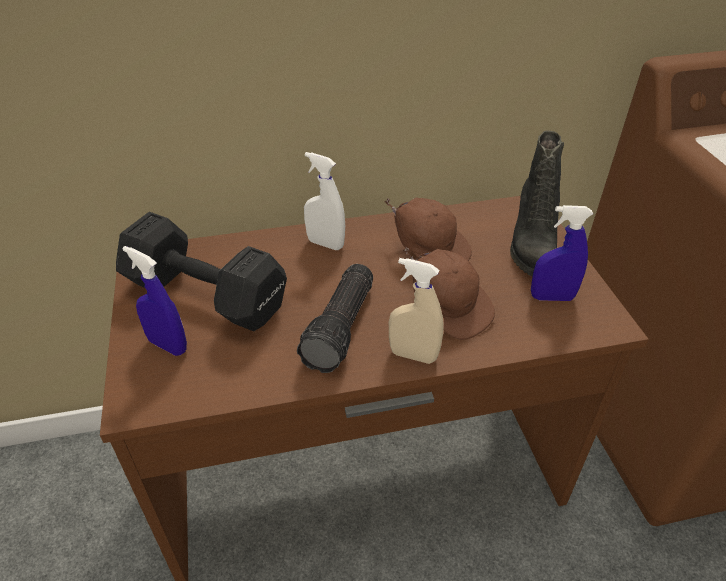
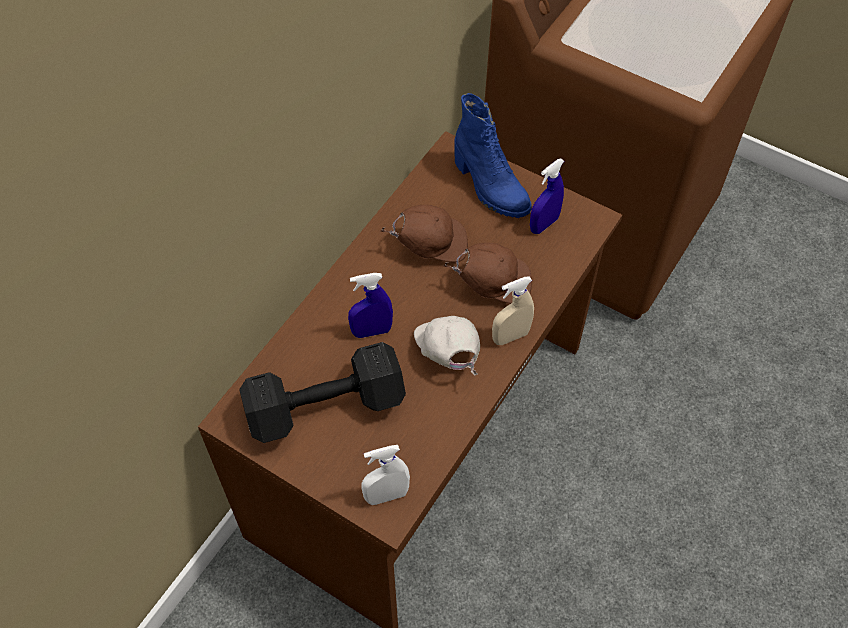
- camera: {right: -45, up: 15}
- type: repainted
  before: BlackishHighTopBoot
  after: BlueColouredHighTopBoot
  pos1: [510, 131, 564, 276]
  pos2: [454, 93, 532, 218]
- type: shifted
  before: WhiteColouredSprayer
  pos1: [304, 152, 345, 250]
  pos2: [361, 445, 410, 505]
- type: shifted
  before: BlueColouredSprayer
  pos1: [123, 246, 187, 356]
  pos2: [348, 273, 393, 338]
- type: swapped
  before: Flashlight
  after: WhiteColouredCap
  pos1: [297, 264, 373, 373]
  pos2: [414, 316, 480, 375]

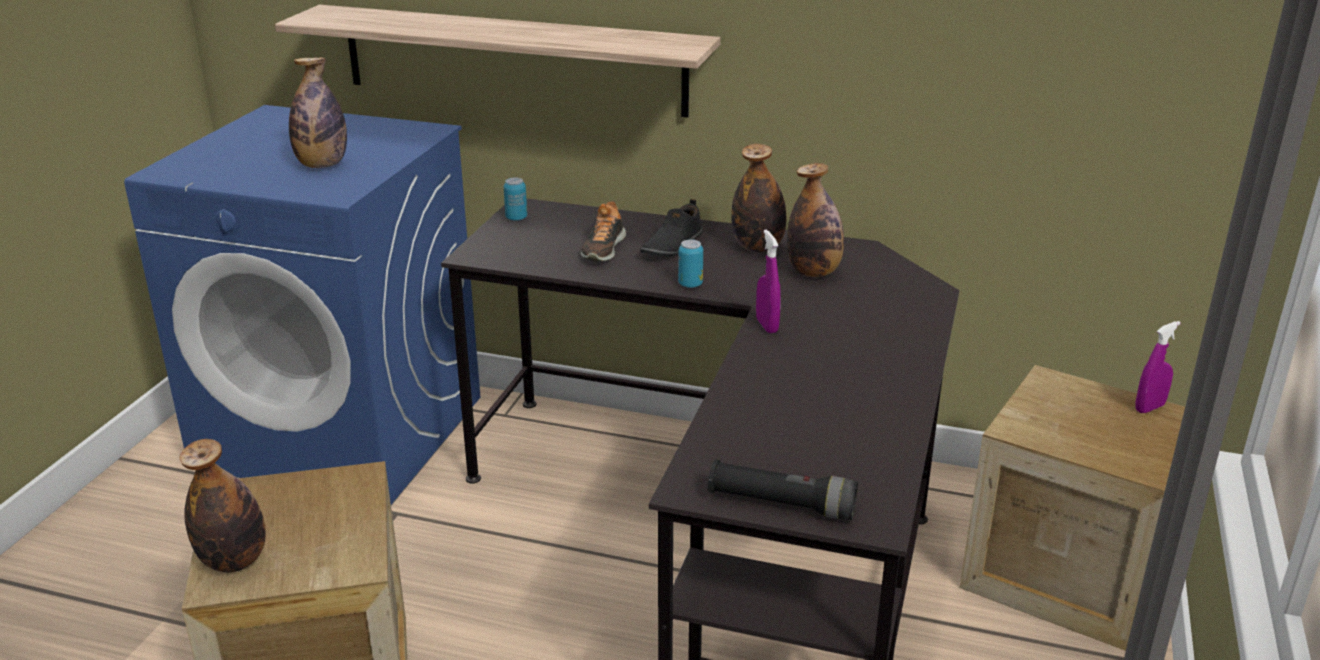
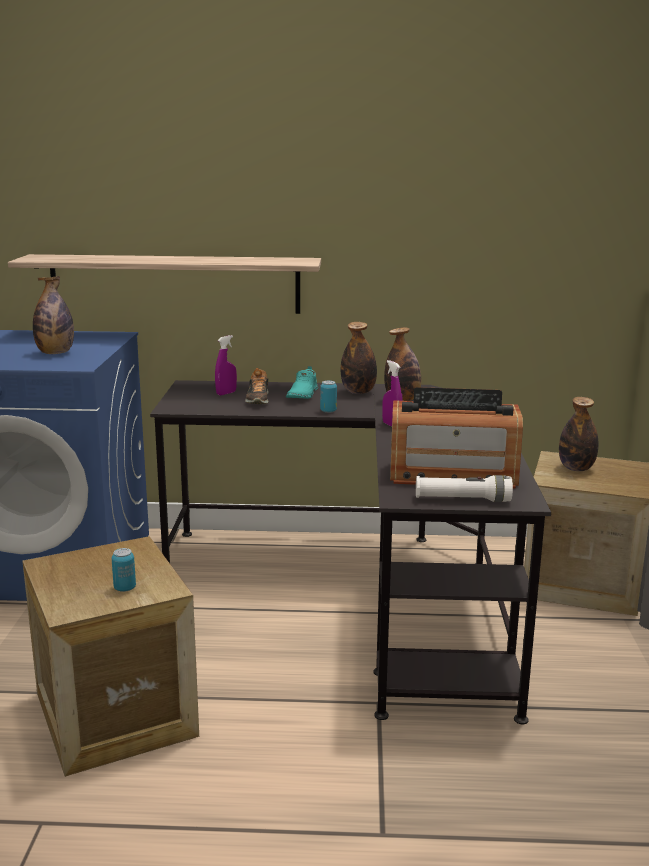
- camera: {right: -15, up: -10}
- type: shifted
  before: MetalCan
  pos1: [504, 178, 527, 221]
  pos2: [112, 548, 136, 592]
- type: repainted
  before: BlackishLowShoe
  after: TurquoiseLowShoe
  pos1: [640, 199, 703, 256]
  pos2: [286, 366, 318, 399]
- type: shifted
  before: PurpleColouredSprayer
  pos1: [1135, 321, 1181, 413]
  pos2: [215, 335, 237, 395]
- type: shifted
  before: Bottle
  pos1: [180, 439, 266, 572]
  pos2: [559, 397, 598, 471]
- type: repainted
  before: BlackishFlashlight
  after: WhiteColouredFlashlight
  pos1: [708, 459, 858, 520]
  pos2: [416, 475, 513, 502]
- type: new
  after: Radio
  pos2: [390, 387, 523, 489]

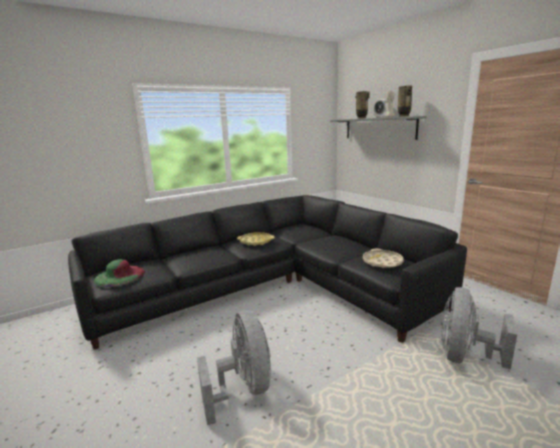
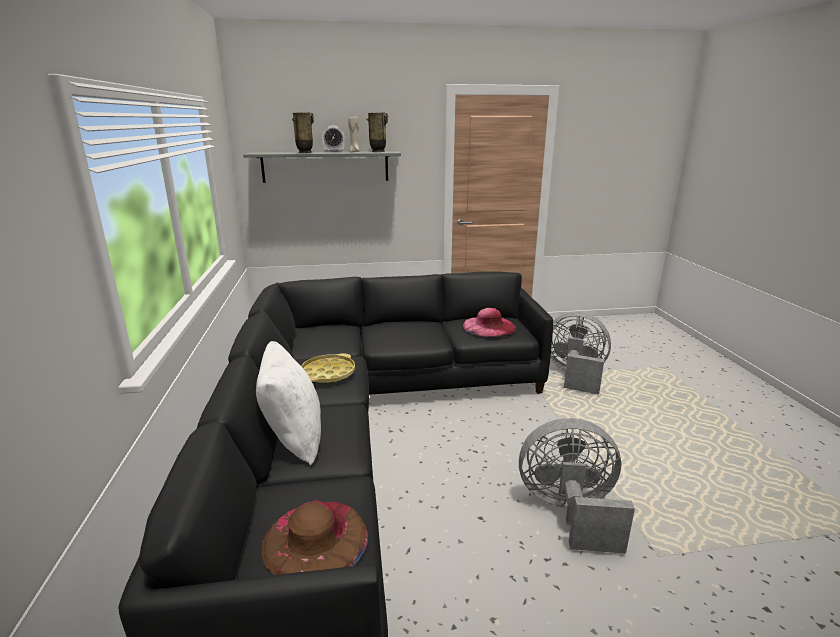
- camera: {right: -65, up: 5}
- type: swapped
  before: SandColouredCarryingTray
  after: PinkishClothingHat
  pos1: [363, 249, 404, 268]
  pos2: [463, 308, 516, 337]
- type: repainted
  before: GreenClothingHat
  after: BrownClothingHat
  pos1: [94, 259, 145, 287]
  pos2: [261, 501, 368, 575]
- type: rotated
  before: GrayElectricFan
  pos1: [441, 287, 517, 369]
  pos2: [550, 312, 611, 395]
  turn: 150
- type: new
  after: WhiteColouredPillow
  pos2: [256, 341, 321, 466]

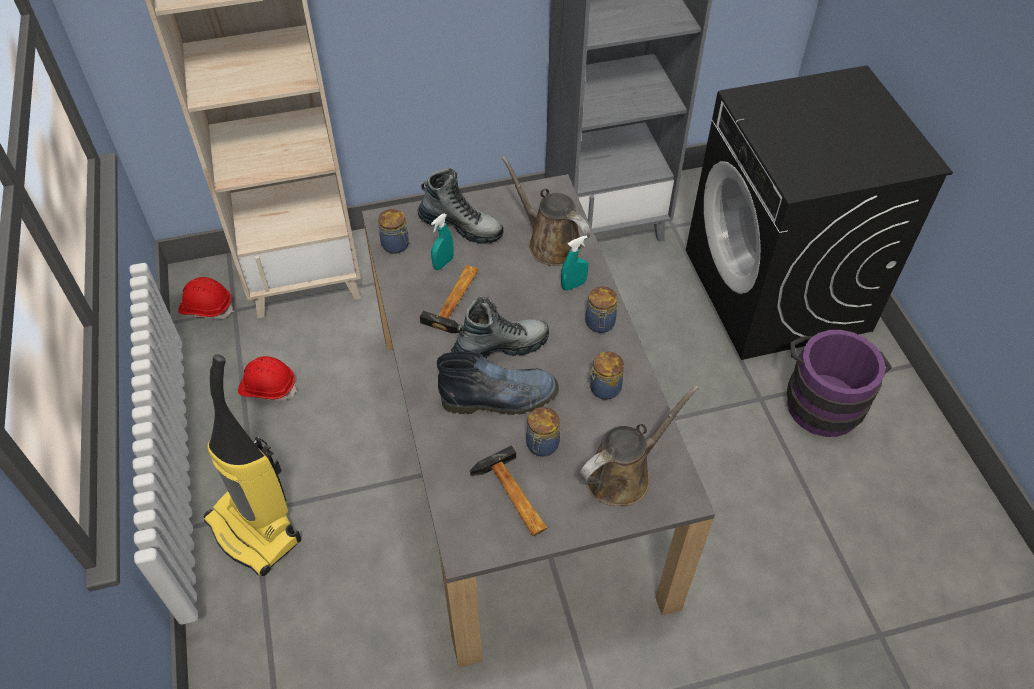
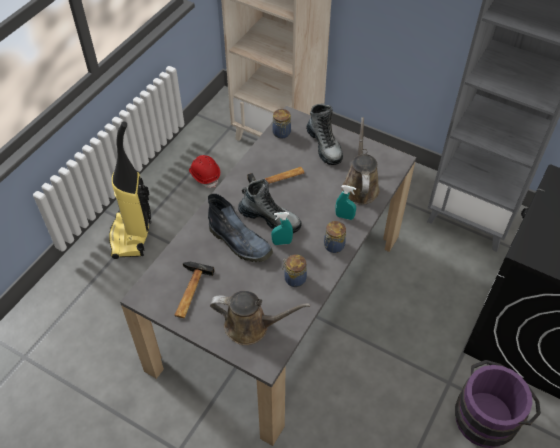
- camera: {right: 45, up: 0}
- type: shifted
  before: TurquoiseSprayer
  pos1: [431, 214, 454, 270]
  pos2: [271, 212, 293, 245]
- type: gone
  before: RedColouredHardHat
  pos1: [178, 277, 234, 319]
- type: gone
  before: StorageJar
  pos1: [526, 407, 560, 457]

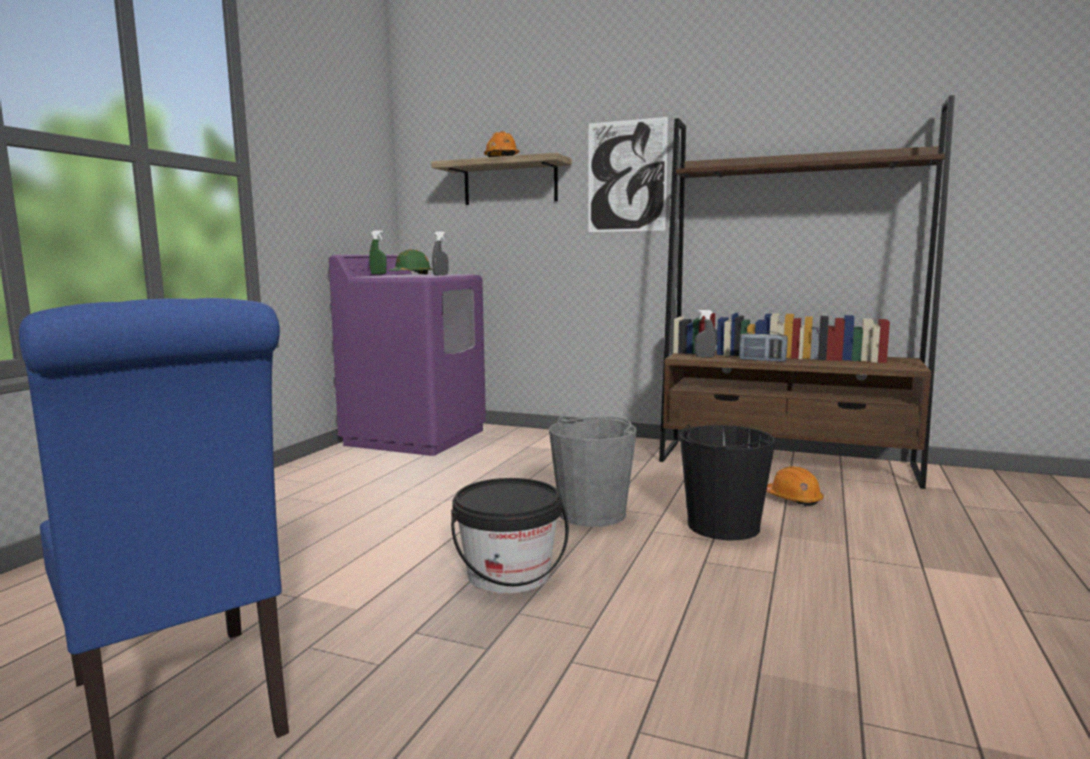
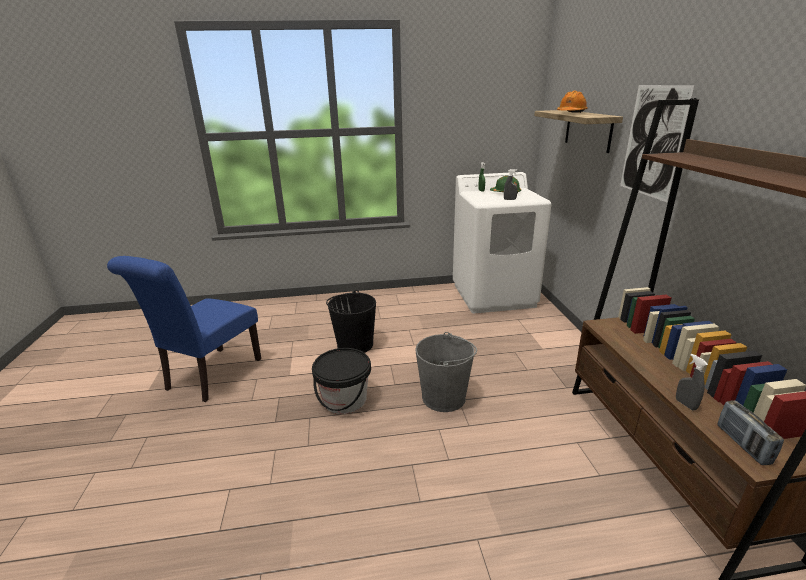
- camera: {right: 60, up: 15}
- type: repainted
  before: PurpleColouredLaundryMachine
  after: WhiteColouredLaundryMachine
  pos1: [329, 255, 486, 456]
  pos2: [453, 172, 551, 313]
- type: shifted
  before: GraySprayer
  pos1: [695, 310, 716, 357]
  pos2: [676, 354, 708, 411]
- type: shifted
  before: Radio
  pos1: [739, 331, 788, 362]
  pos2: [717, 400, 784, 465]
- type: shifted
  before: BlackishBucket
  pos1: [680, 424, 775, 540]
  pos2: [326, 290, 376, 353]
- type: gone
  before: OrangeyHardHat
  pos1: [766, 466, 824, 506]

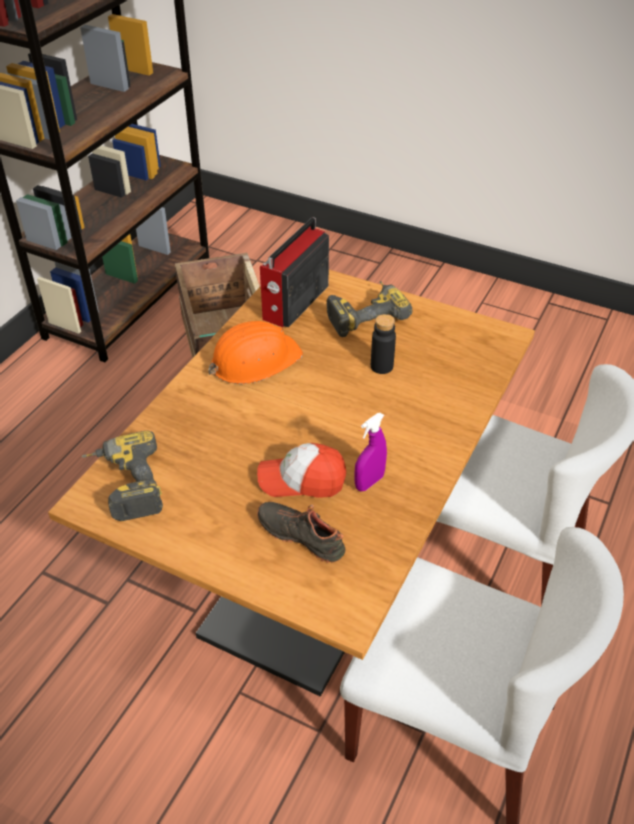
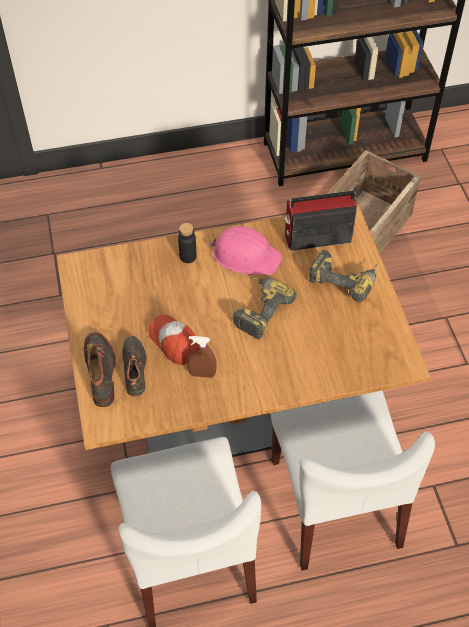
- camera: {right: 50, up: 10}
- type: shifted
  before: BlackishBottle
  pos1: [371, 314, 396, 374]
  pos2: [178, 223, 197, 263]
- type: repainted
  before: OrangeyHardHat
  after: PinkishHardHat
  pos1: [209, 321, 303, 384]
  pos2: [209, 226, 282, 275]
- type: repainted
  before: PurpleColouredSprayer
  after: BrownSprayer
  pos1: [354, 413, 387, 492]
  pos2: [187, 336, 217, 378]
- type: shifted
  before: PowerDrill
  pos1: [81, 431, 163, 521]
  pos2: [233, 276, 297, 339]
- type: new
  after: HighTopBoot
  pos2: [83, 332, 115, 407]

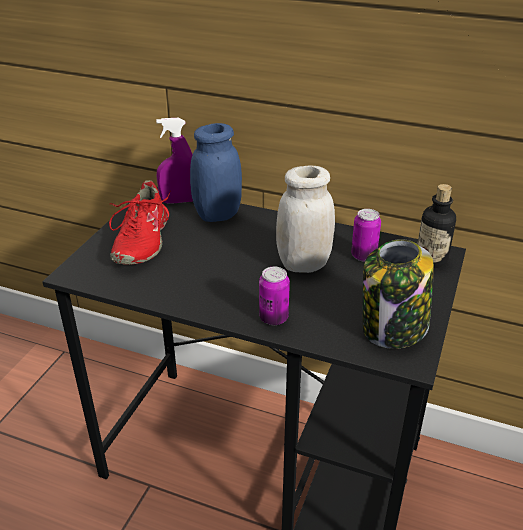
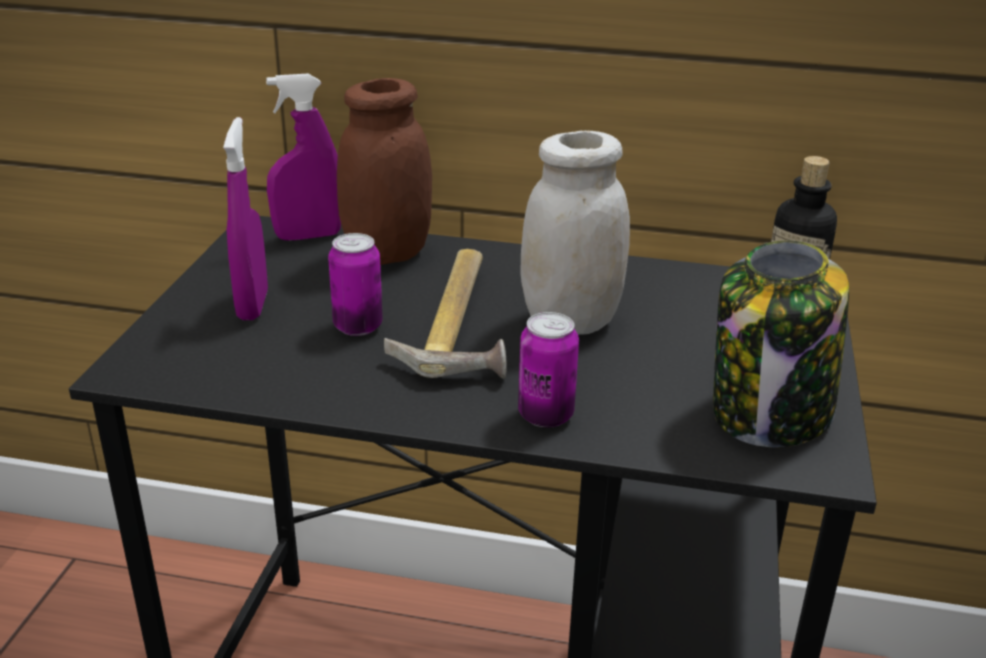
- camera: {right: -10, up: -5}
- type: repainted
  before: BlueColouredStorageJar
  after: BrownStorageJar
  pos1: [190, 123, 242, 222]
  pos2: [337, 78, 432, 265]
- type: swapped
  before: RedColouredLowShoe
  after: PurpleColouredSprayer
  pos1: [109, 180, 171, 265]
  pos2: [223, 117, 268, 320]
- type: shifted
  before: MetalCan
  pos1: [351, 209, 381, 262]
  pos2: [328, 233, 383, 336]
- type: new
  after: ToolHammer
  pos2: [384, 249, 507, 379]

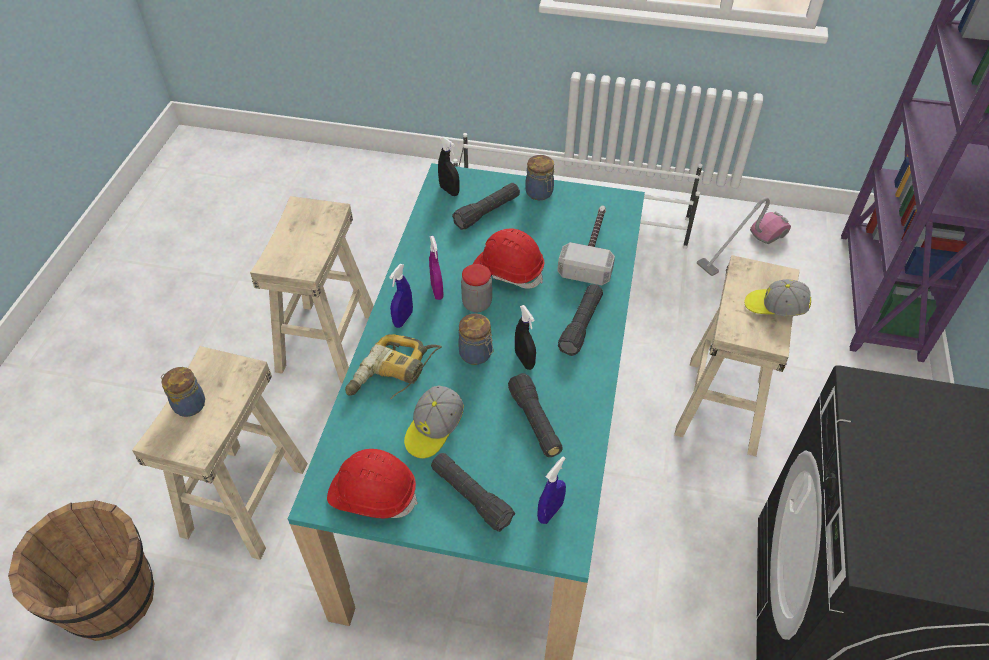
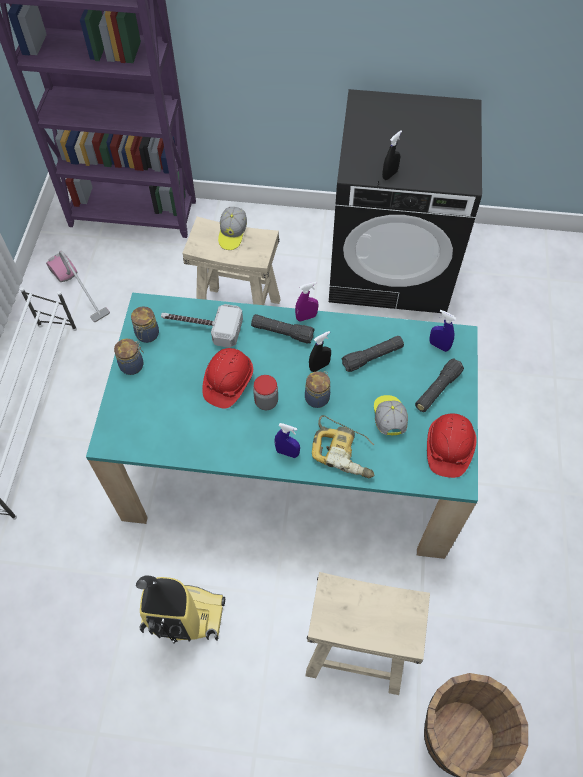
- camera: {right: -95, up: 10}
- type: shifted
  before: BlackishSprayer
  pos1: [438, 137, 459, 196]
  pos2: [382, 130, 402, 180]
- type: gone
  before: BlackishFlashlight
  pos1: [452, 183, 520, 230]
- type: swapped
  before: SandColouredSittingStool
  after: VacuumCleaner
  pos1: [250, 196, 374, 383]
  pos2: [136, 576, 225, 644]
- type: shifted
  before: PurpleColouredSprayer
  pos1: [429, 236, 444, 300]
  pos2: [295, 282, 318, 321]
- type: shifted
  before: StorageJar
  pos1: [160, 367, 205, 417]
  pos2: [131, 306, 159, 343]
- type: rotated
  before: Cap
  pos1: [404, 386, 464, 459]
  pos2: [374, 395, 408, 435]
  turn: -120

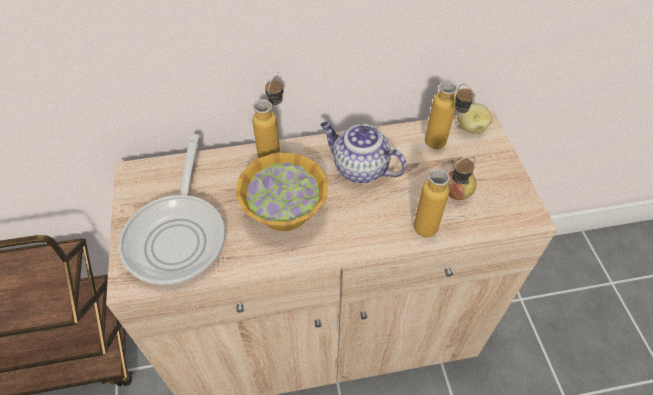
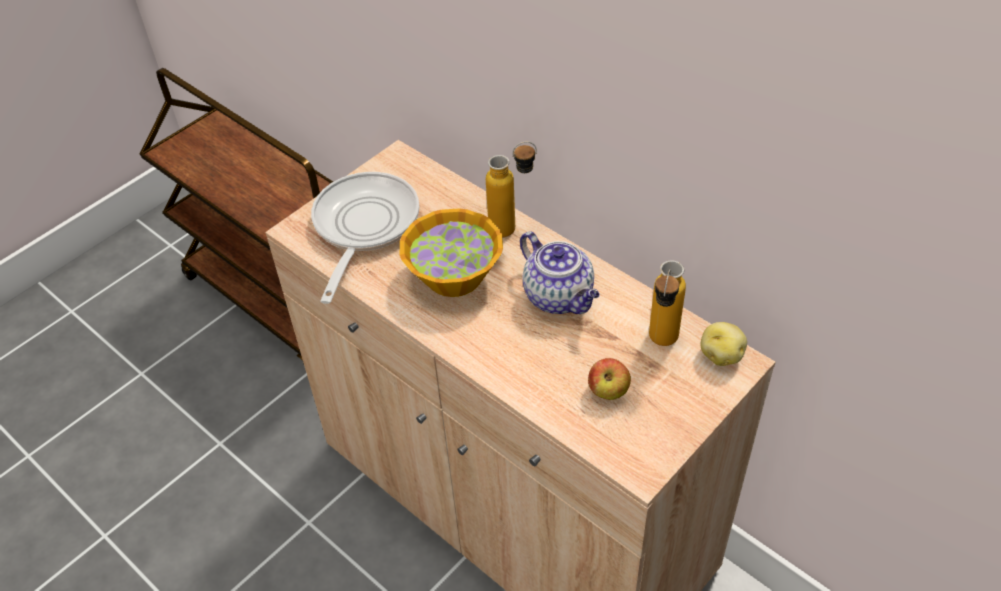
- camera: {right: 55, up: -5}
- type: rotated
  before: TeaPot
  pos1: [320, 122, 407, 184]
  pos2: [520, 231, 600, 314]
  turn: 150
- type: rotated
  before: Pan
  pos1: [119, 134, 225, 285]
  pos2: [311, 172, 419, 304]
  turn: 135
- type: gone
  before: Bottle
  pos1: [414, 156, 476, 237]

